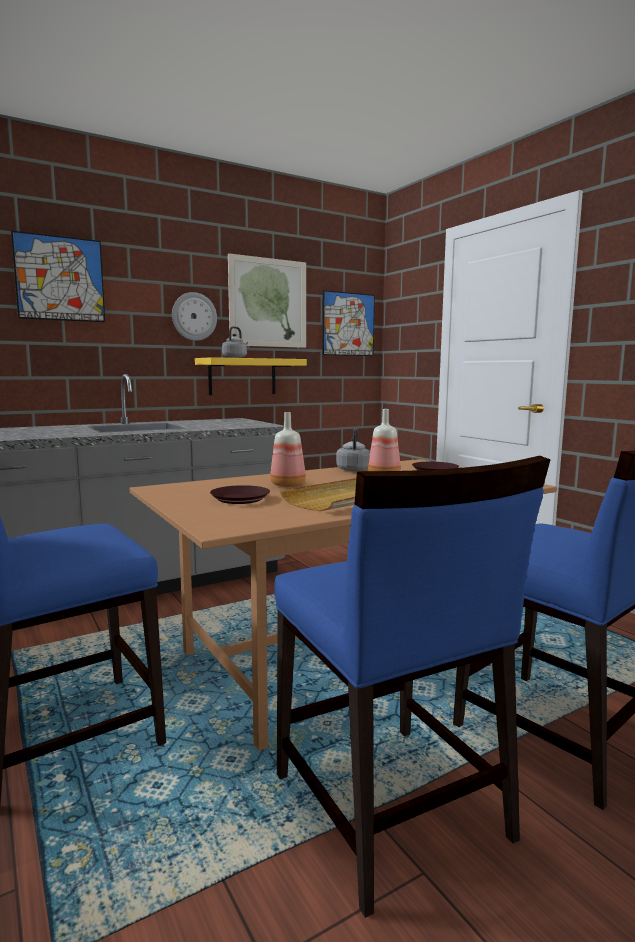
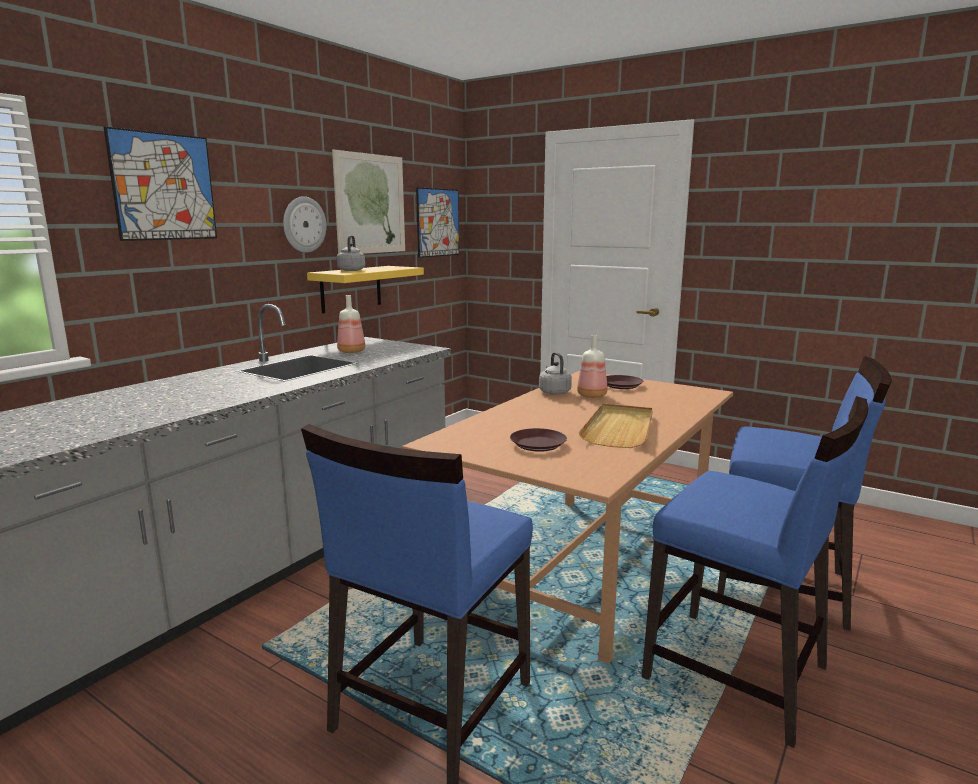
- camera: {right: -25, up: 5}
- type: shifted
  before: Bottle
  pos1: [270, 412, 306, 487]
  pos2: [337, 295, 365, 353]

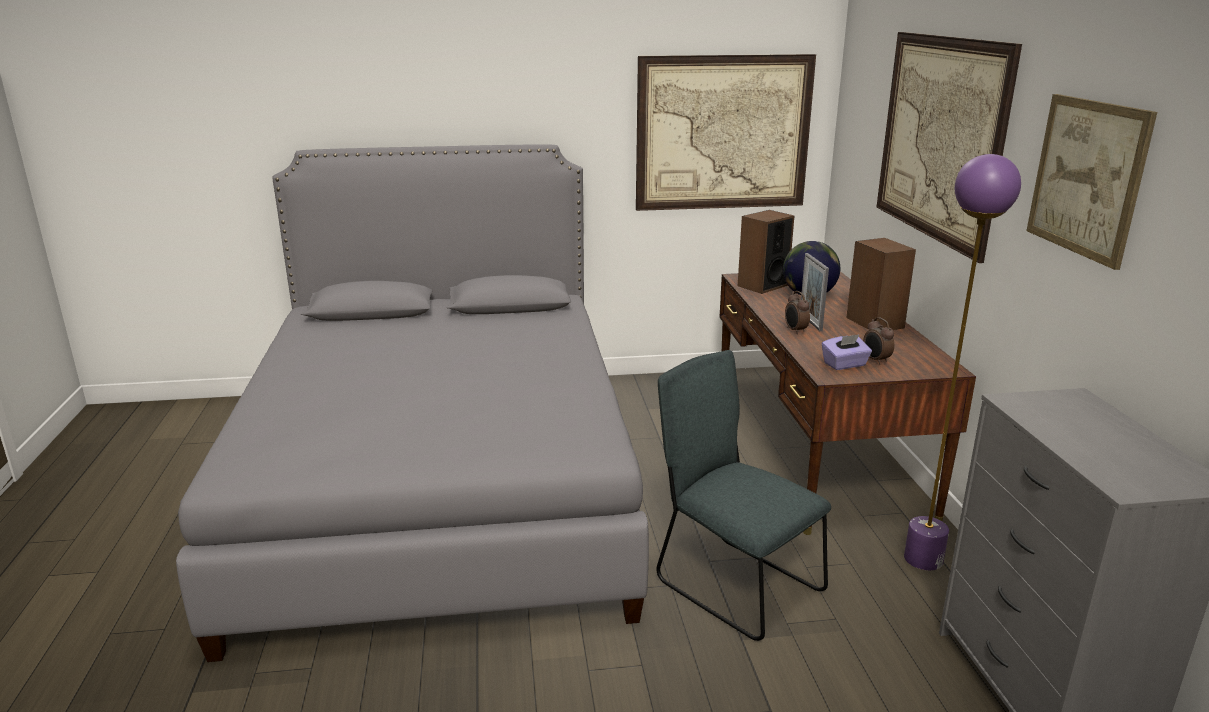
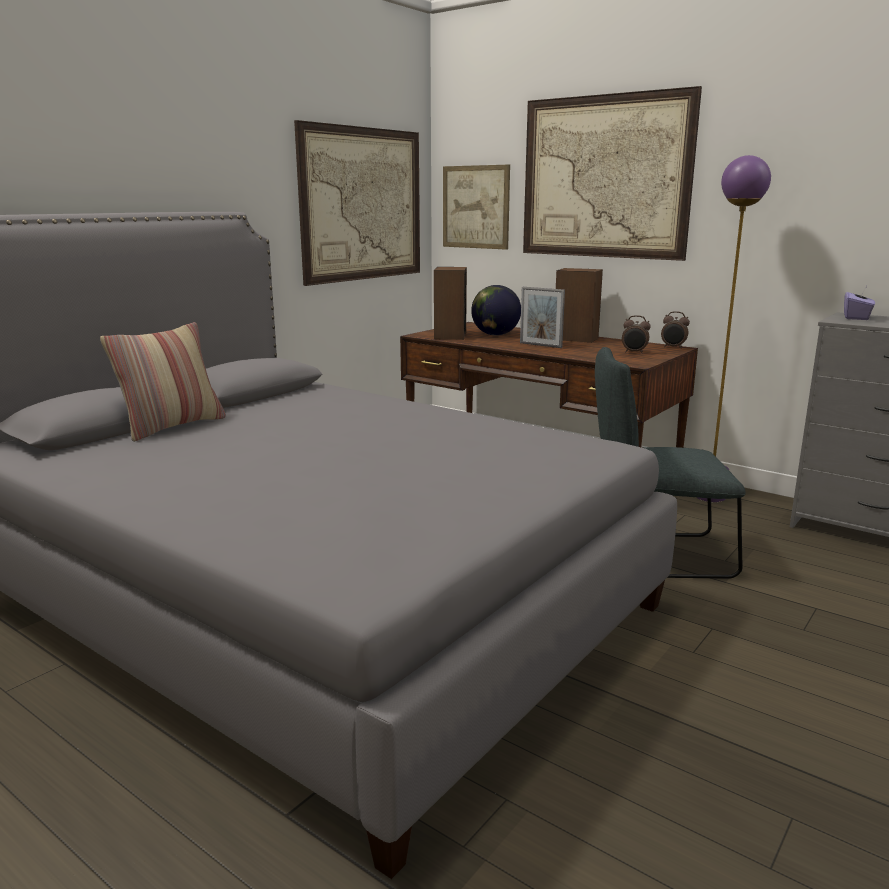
- camera: {right: -45, up: -5}
- type: shifted
  before: Picture
  pos1: [1026, 94, 1157, 270]
  pos2: [443, 165, 510, 250]
- type: shifted
  before: TableClock
  pos1: [785, 291, 810, 334]
  pos2: [661, 311, 690, 349]
- type: shifted
  before: PurpleColouredTissueBox
  pos1: [822, 334, 872, 370]
  pos2: [844, 286, 875, 320]
- type: new
  after: Pillow
  pos2: [100, 322, 226, 442]

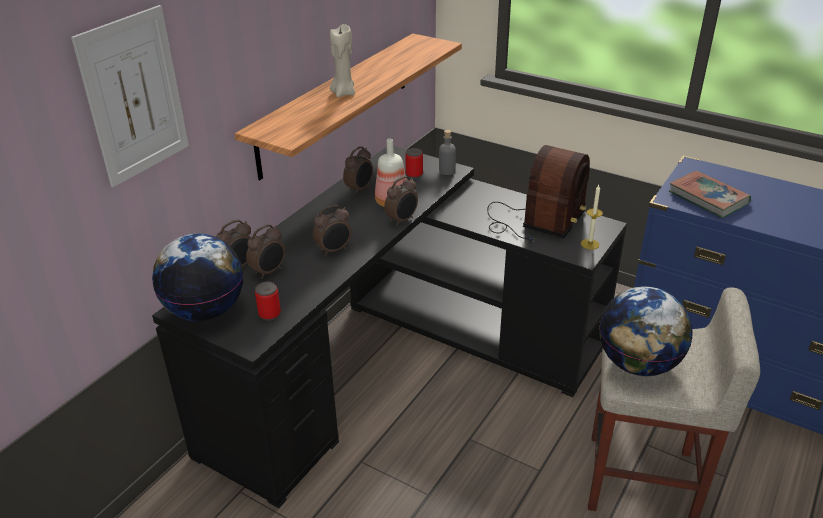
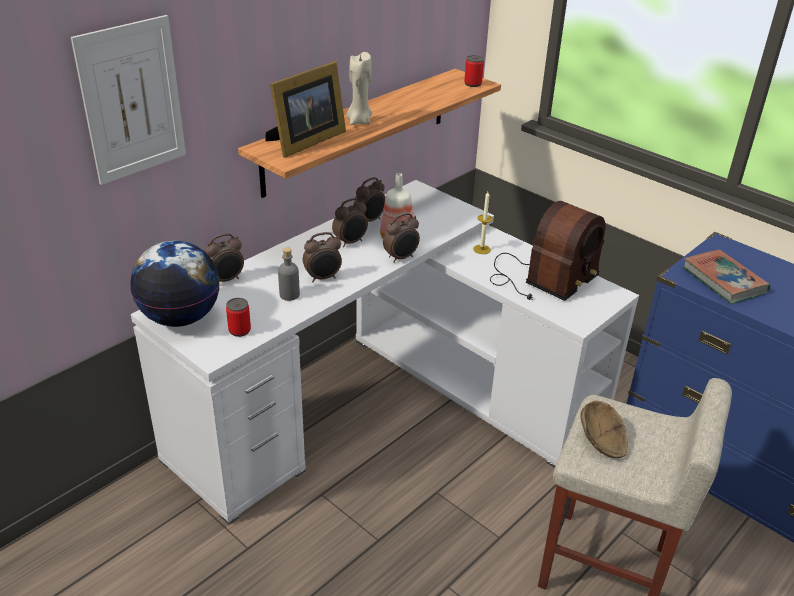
- camera: {right: 10, up: 0}
- type: shifted
  before: GrayBottle
  pos1: [439, 130, 456, 175]
  pos2: [278, 247, 300, 301]
- type: repainted
  before: BlackishDeskTable
  after: WhiteColouredDeskTable
  pos1: [152, 146, 627, 508]
  pos2: [131, 180, 639, 524]
- type: shifted
  before: MetalCan
  pos1: [405, 148, 423, 178]
  pos2: [464, 55, 484, 87]
- type: shifted
  before: WaxCandle
  pos1: [581, 185, 603, 250]
  pos2: [473, 192, 493, 254]
- type: shifted
  before: TableClock
  pos1: [246, 224, 285, 279]
  pos2: [332, 198, 368, 247]
- type: swapped
  before: DeskGlobe
  after: BrownDeepDish
  pos1: [599, 286, 693, 376]
  pos2: [580, 401, 628, 458]
- type: new
  after: PhotoFrame
  pos2: [265, 61, 346, 158]

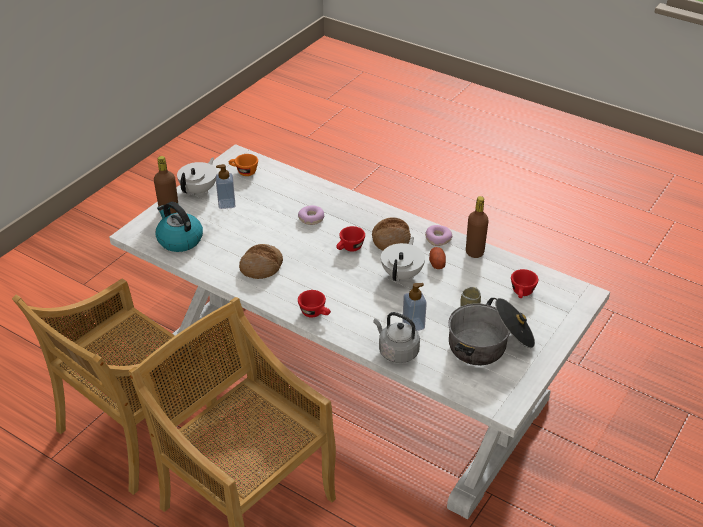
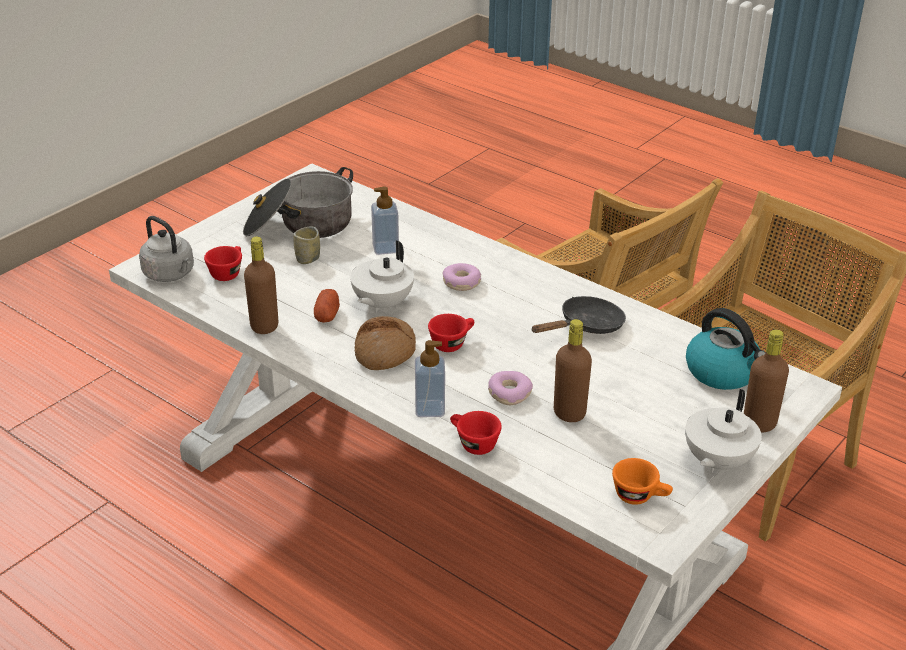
- camera: {right: -175, up: -5}
- type: shifted
  before: SoapBottle
  pos1: [216, 164, 235, 209]
  pos2: [415, 340, 445, 417]
- type: shifted
  before: RingDoughnut
  pos1: [425, 225, 452, 246]
  pos2: [443, 263, 481, 291]
- type: swapped
  before: BakedBread
  after: BlackishPan
  pos1: [239, 244, 283, 279]
  pos2: [531, 296, 626, 334]
- type: shifted
  before: RedColouredSmallCup
  pos1: [298, 290, 331, 318]
  pos2: [450, 411, 502, 455]
- type: shifted
  before: GrayTeaKettle
  pos1: [373, 312, 420, 363]
  pos2: [139, 216, 194, 282]
- type: new
  after: BrownBottle
  pos2: [554, 319, 592, 422]

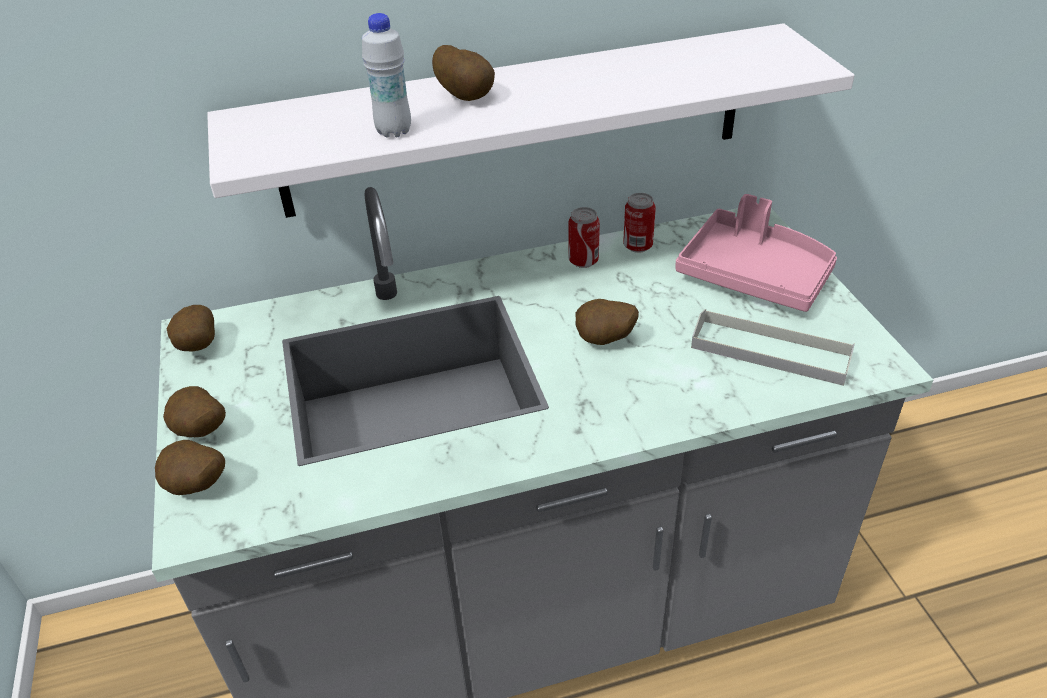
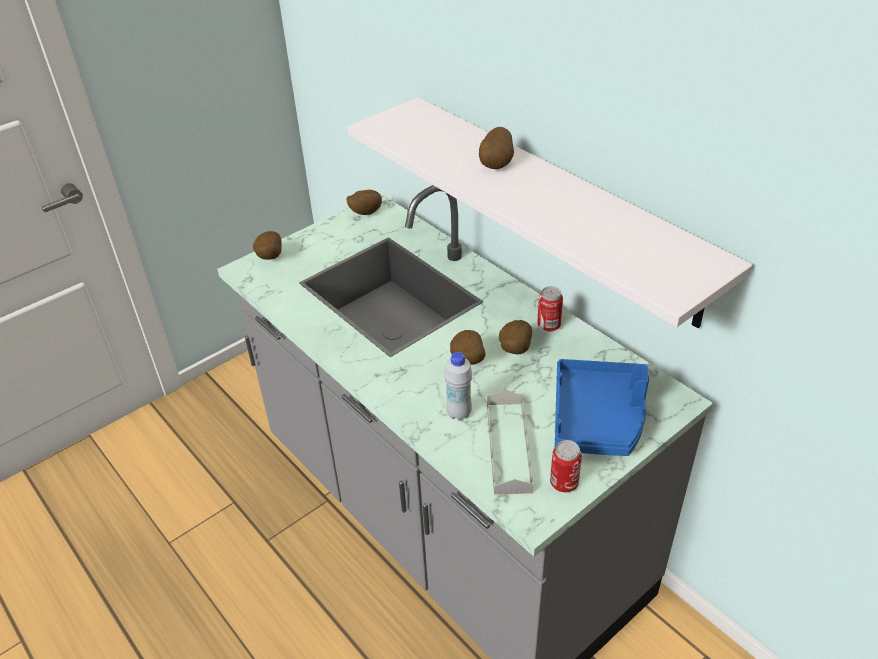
- camera: {right: 65, up: 0}
- type: shifted
  before: WhiteColouredBottle
  pos1: [362, 13, 411, 138]
  pos2: [444, 352, 472, 420]
- type: shifted
  before: MetalCan
  pos1: [623, 193, 656, 253]
  pos2: [550, 440, 582, 493]
- type: repainted
  before: PinkishCarryingTray
  after: BlueColouredCarryingTray
  pos1: [675, 194, 837, 312]
  pos2: [555, 359, 649, 456]
- type: shifted
  before: WholePotato
  pos1: [163, 386, 226, 437]
  pos2: [499, 320, 532, 354]

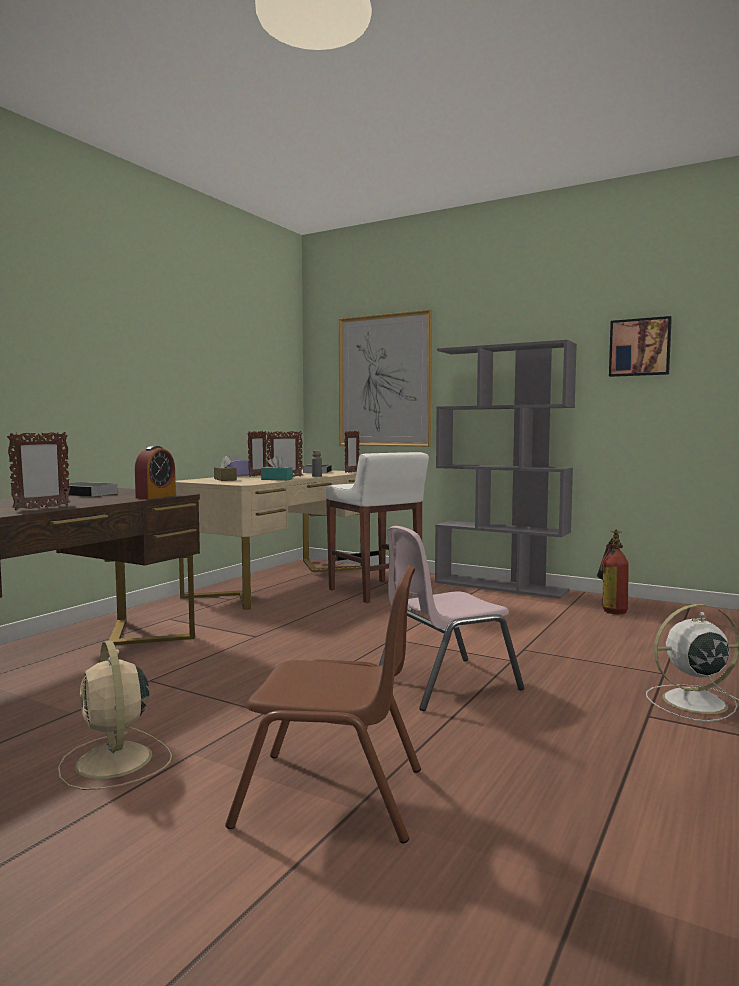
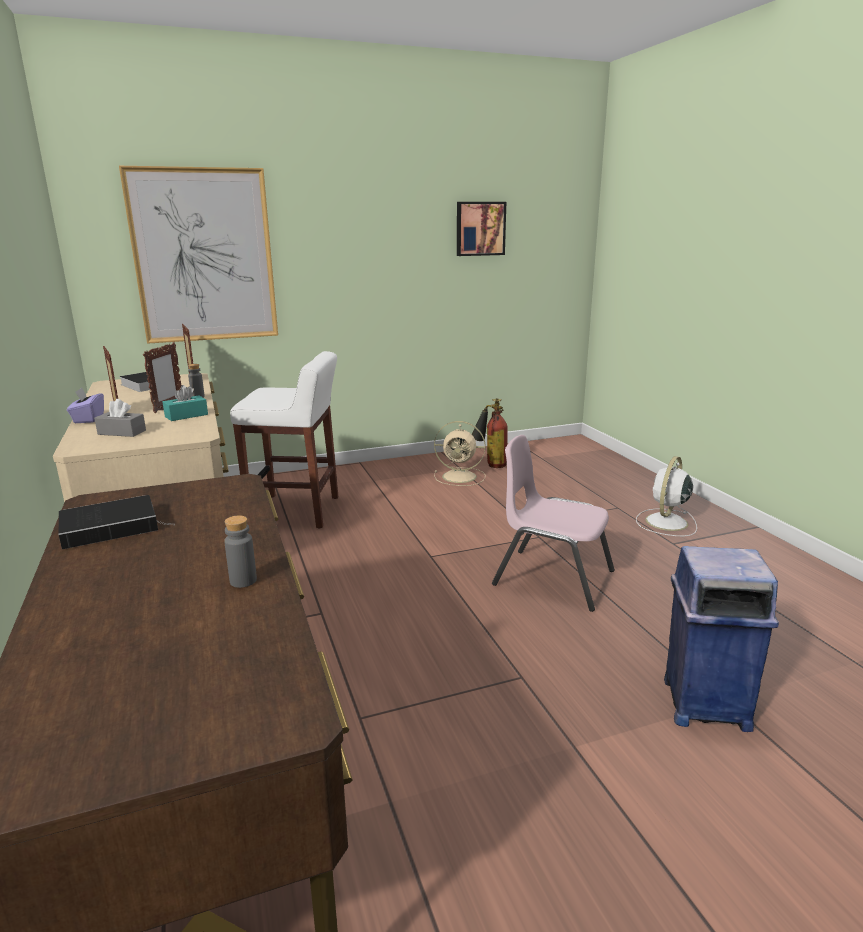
- camera: {right: -50, up: 15}
- type: gone
  before: GrayBookshelf
  pos1: [435, 340, 577, 599]
- type: swapped
  before: PhotoFrame
  after: GrayBottle
  pos1: [7, 432, 70, 510]
  pos2: [224, 515, 257, 588]
- type: gone
  before: TableClock
  pos1: [135, 446, 176, 499]
- type: repainted
  before: BrownTissueBox
  after: GrayTissueBox
  pos1: [214, 456, 237, 481]
  pos2: [94, 399, 146, 437]
- type: rotated
  before: PinkishUprightChair
  pos1: [379, 526, 524, 711]
  pos2: [492, 435, 615, 612]
  turn: 105
- type: swapped
  before: BrownUprightChair
  after: BlueColouredRubbishBin
  pos1: [225, 565, 421, 843]
  pos2: [664, 546, 779, 732]
- type: shifted
  before: SandColouredElectricFan
  pos1: [58, 641, 172, 790]
  pos2: [434, 421, 485, 486]

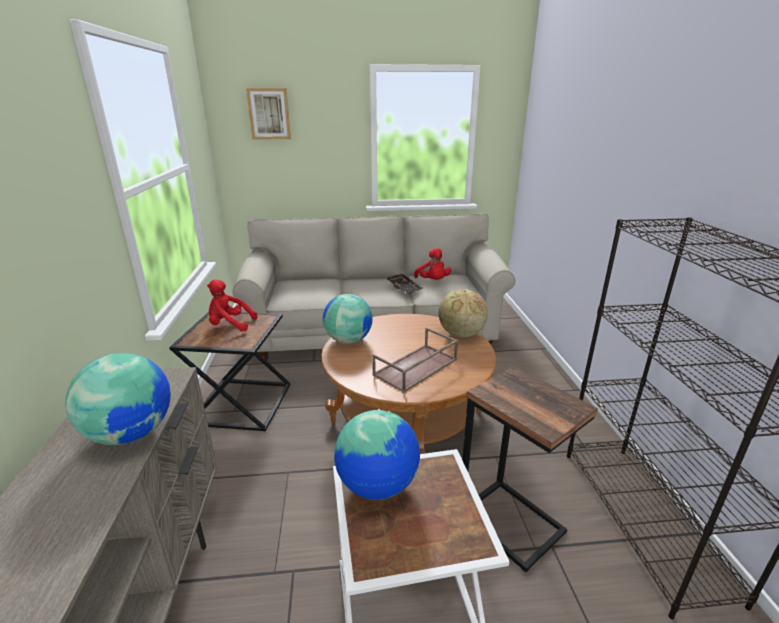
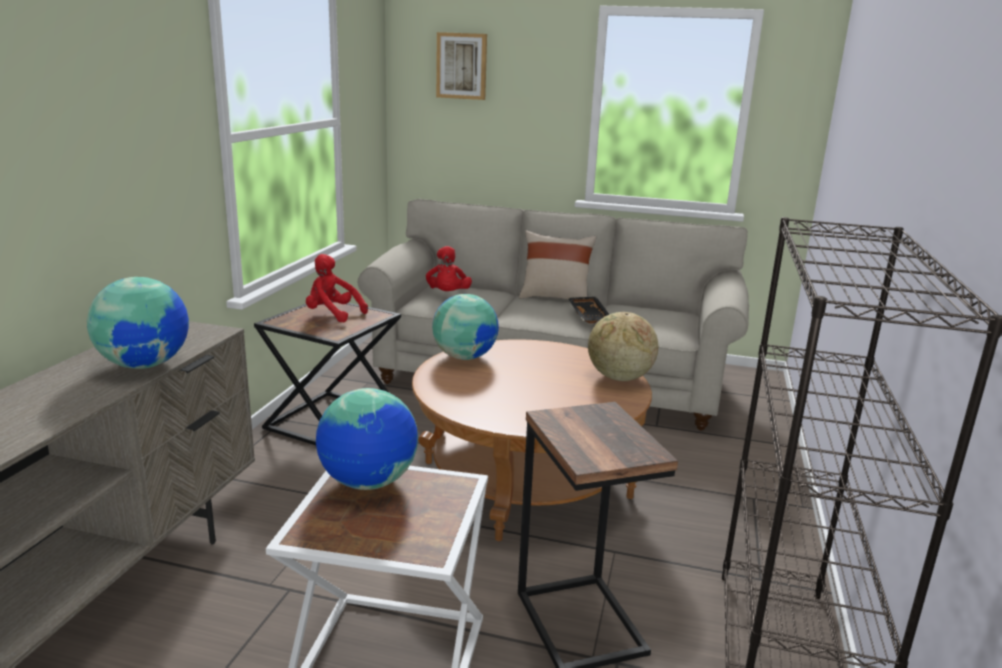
- camera: {right: 20, up: -5}
- type: shifted
  before: RedColouredSoftToy
  pos1: [414, 248, 451, 280]
  pos2: [426, 246, 472, 291]
- type: gone
  before: BrownCarryingTray
  pos1: [372, 327, 458, 393]
- type: new
  after: SandColouredPillow
  pos2: [519, 230, 596, 300]

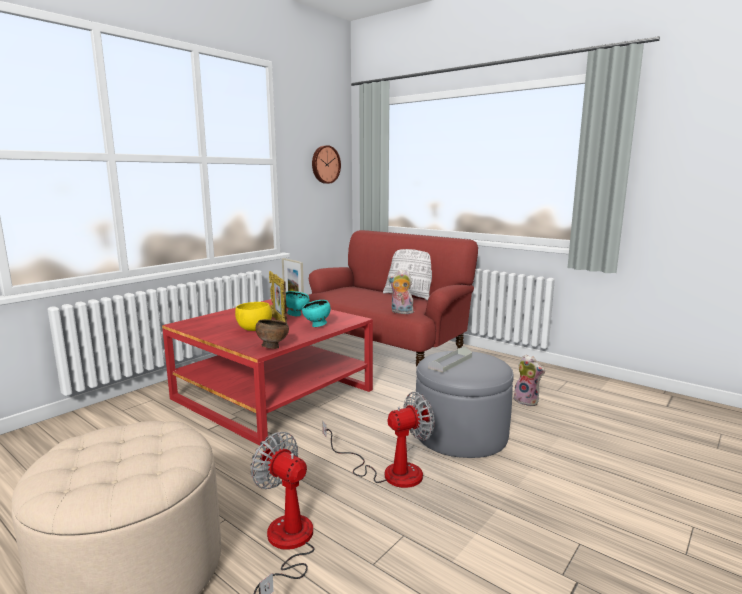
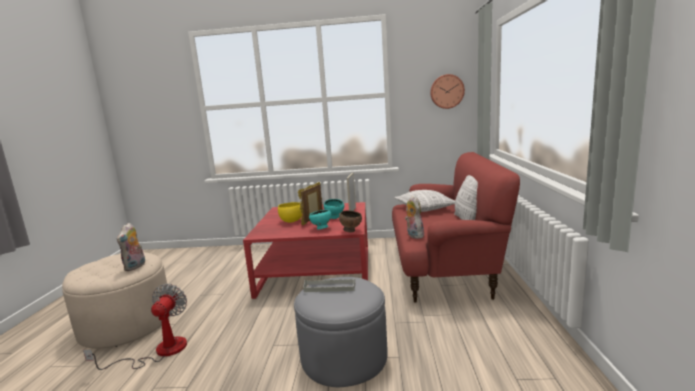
- camera: {right: 55, up: 0}
- type: shifted
  before: BrownDeepDish
  pos1: [256, 319, 289, 349]
  pos2: [339, 211, 362, 232]
- type: shifted
  before: SoftToy
  pos1: [513, 355, 545, 406]
  pos2: [117, 223, 145, 271]
- type: gone
  before: ElectricFan
  pos1: [323, 392, 435, 488]
- type: new
  after: Pillow
  pos2: [394, 190, 455, 212]

